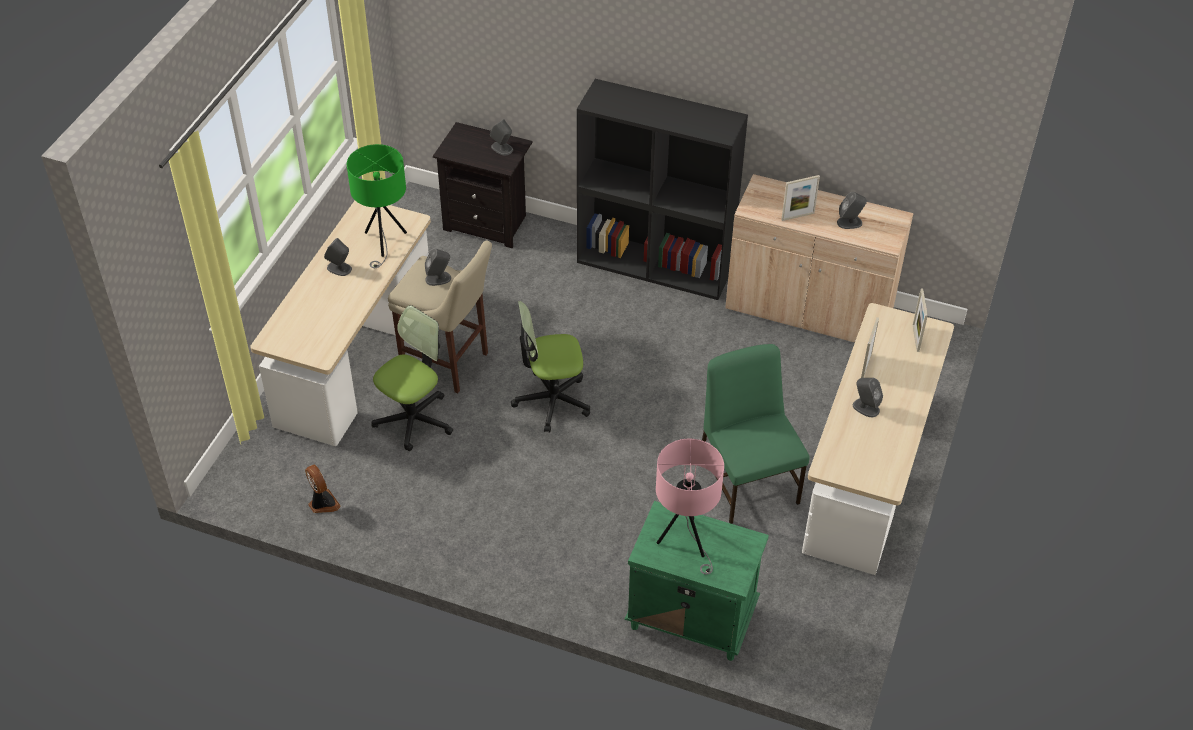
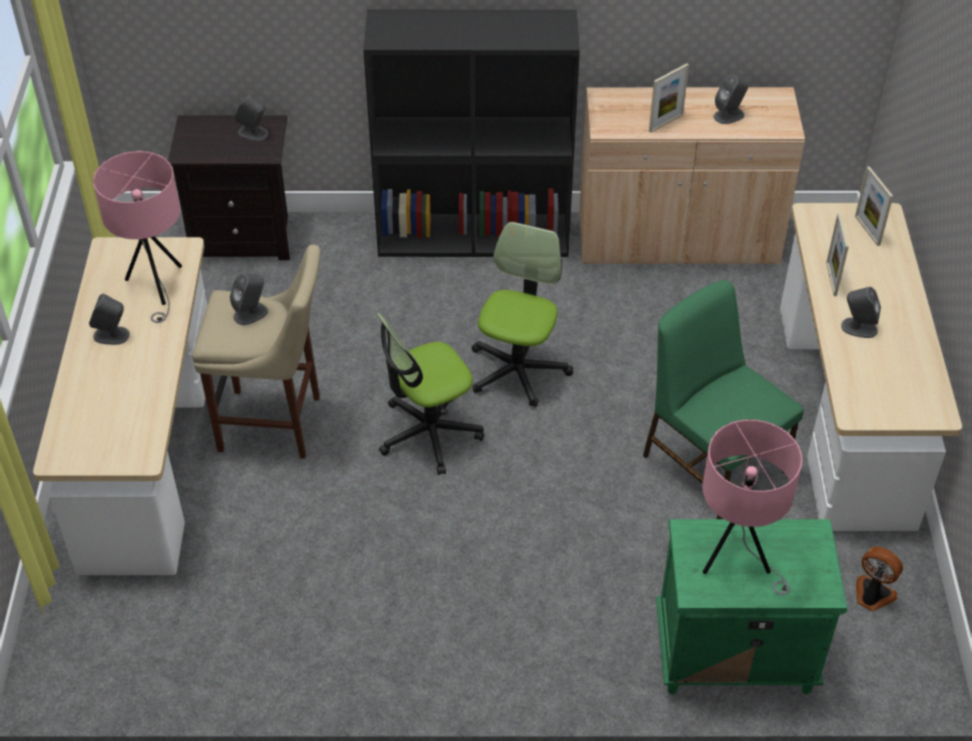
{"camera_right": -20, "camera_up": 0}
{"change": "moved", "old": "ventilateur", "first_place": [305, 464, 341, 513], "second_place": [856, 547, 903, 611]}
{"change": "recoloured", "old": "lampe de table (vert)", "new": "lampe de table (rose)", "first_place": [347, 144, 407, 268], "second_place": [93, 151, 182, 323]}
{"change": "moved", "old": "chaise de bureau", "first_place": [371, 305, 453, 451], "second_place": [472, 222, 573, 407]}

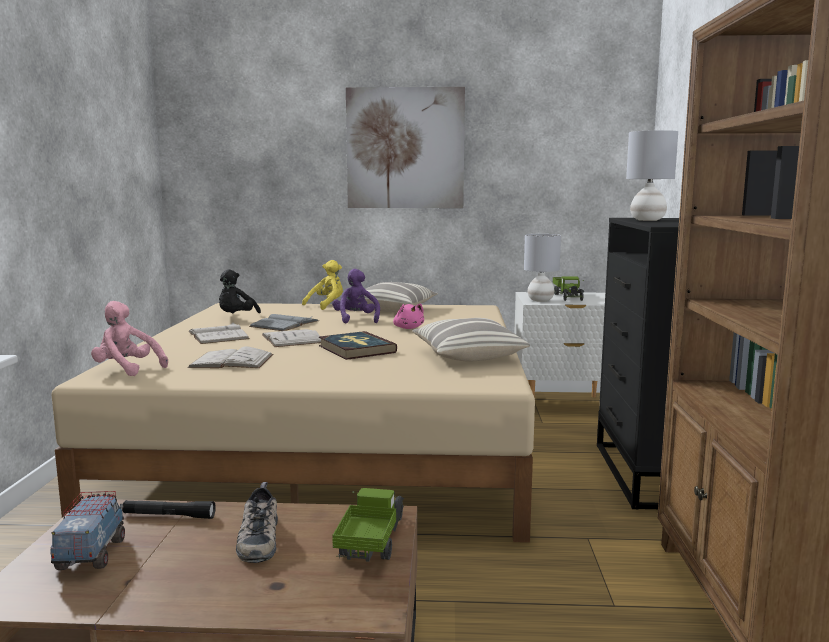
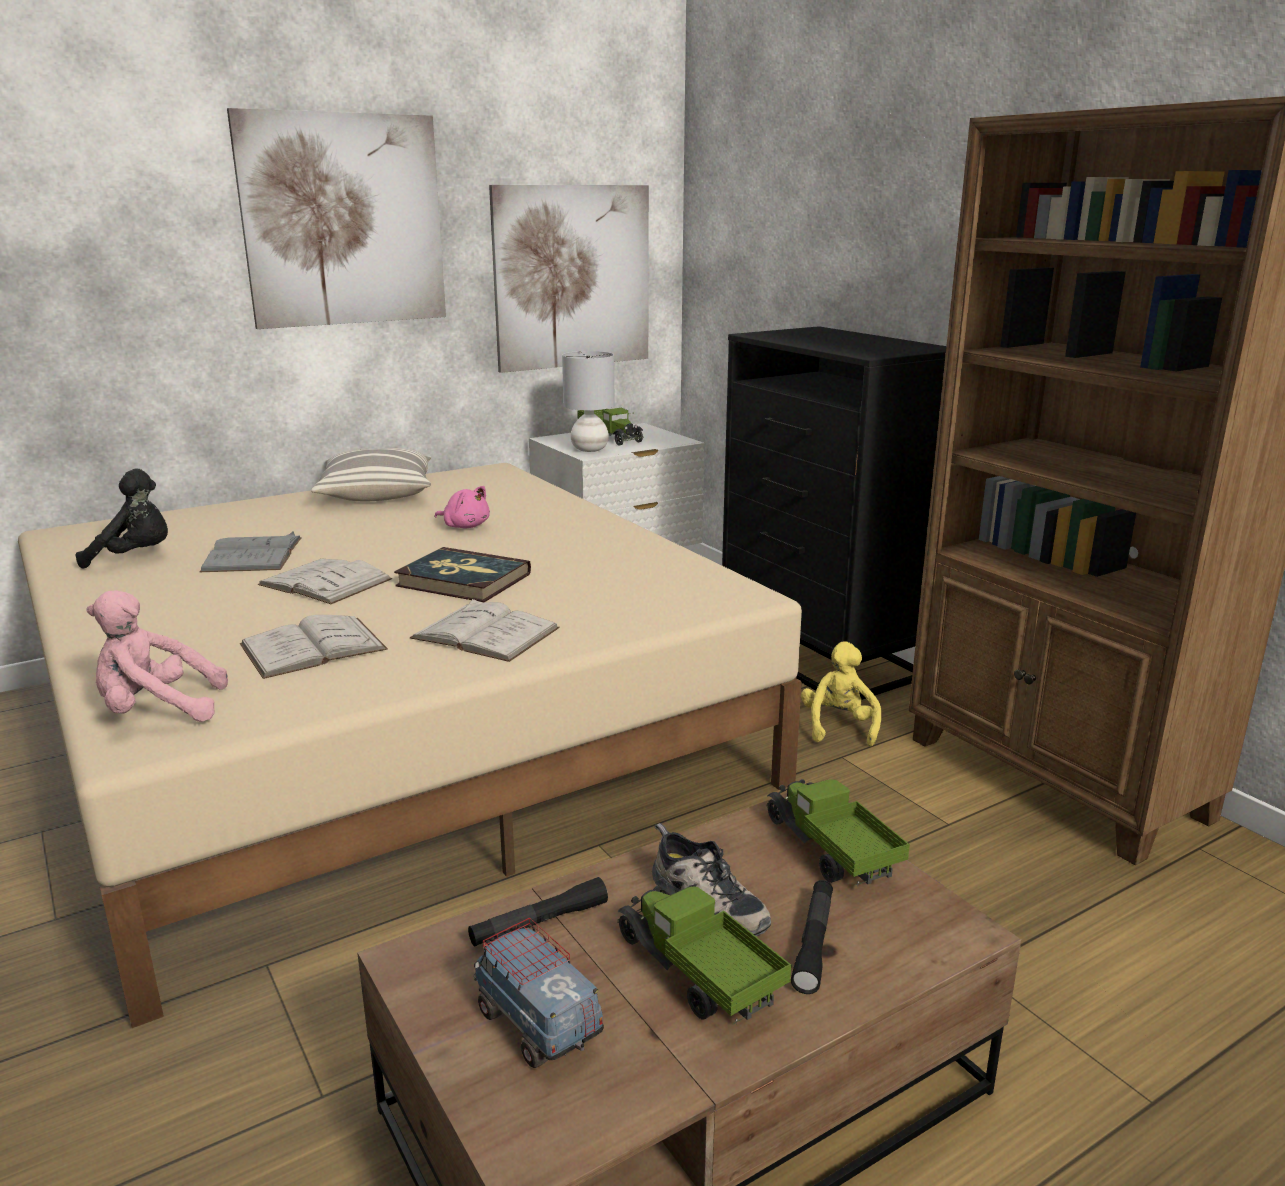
{"camera_right": -35, "camera_up": 10}
{"change": "moved", "old": "livre (blanc)", "first_place": [188, 323, 250, 344], "second_place": [410, 599, 560, 662]}
{"change": "turned", "old": "peluche (noir)", "first_place": [219, 269, 261, 313], "second_place": [75, 469, 168, 569], "degrees": -75}
{"change": "moved", "old": "peluche (jaune)", "first_place": [302, 260, 343, 310], "second_place": [801, 641, 882, 746]}
{"change": "removed", "old": "peluche (violet)", "first_place": [332, 269, 380, 323]}
{"change": "removed", "old": "coussin", "first_place": [412, 318, 530, 361]}
{"change": "removed", "old": "lampe de table (gris)", "first_place": [626, 130, 678, 221]}
{"change": "added", "new": "tableau", "second_place": [489, 185, 649, 373]}
{"change": "added", "new": "camion jouet", "second_place": [618, 886, 792, 1025]}
{"change": "added", "new": "lampe de poche (noir)", "second_place": [791, 880, 833, 994]}

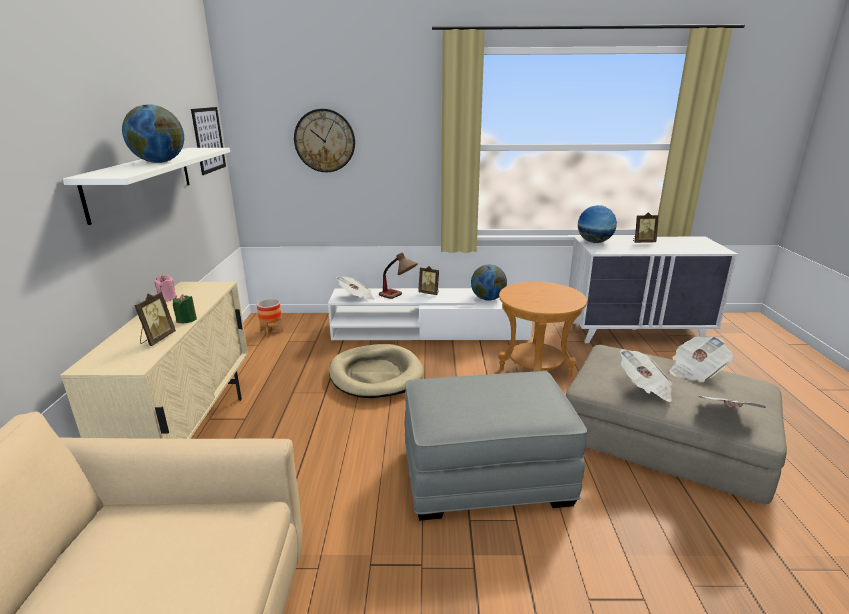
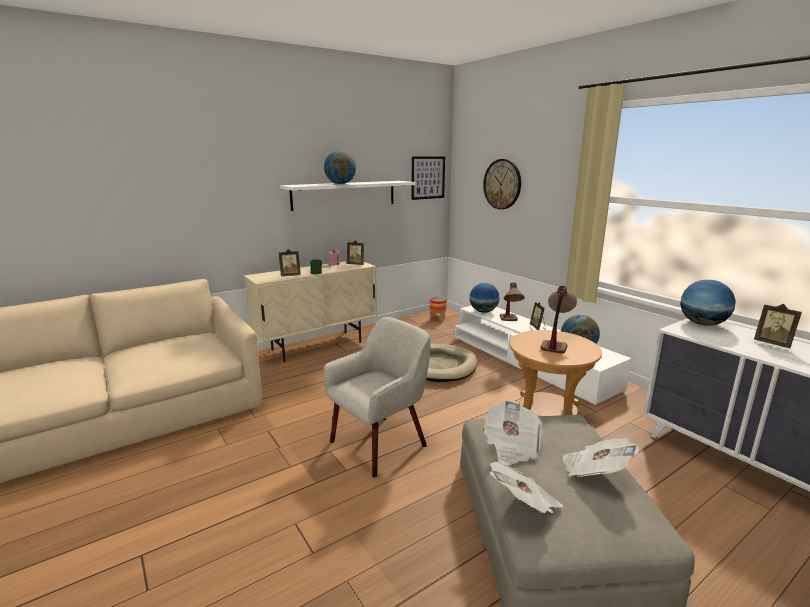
{"camera_right": 55, "camera_up": -5}
{"change": "replaced", "old": "journal", "new": "globe", "first_place": [336, 277, 374, 300], "second_place": [469, 283, 499, 313]}
{"change": "replaced", "old": "pouf (gris)", "new": "fauteuil (beige)", "first_place": [405, 371, 587, 520], "second_place": [323, 317, 431, 478]}
{"change": "added", "new": "cadre photo", "second_place": [347, 240, 364, 265]}
{"change": "added", "new": "lampe de table", "second_place": [540, 286, 577, 353]}

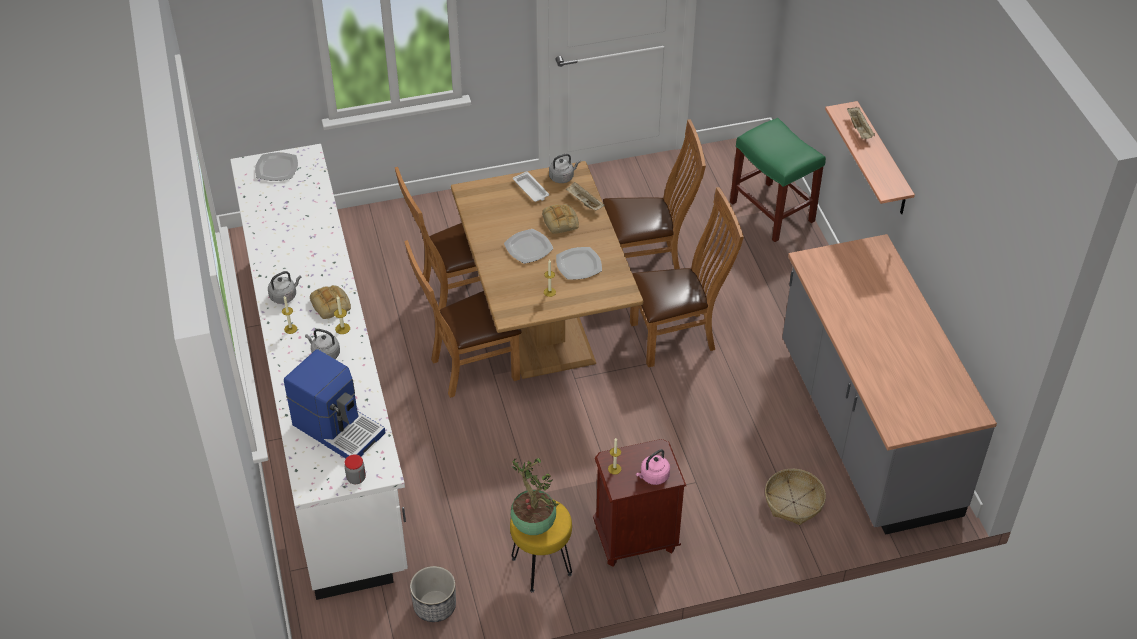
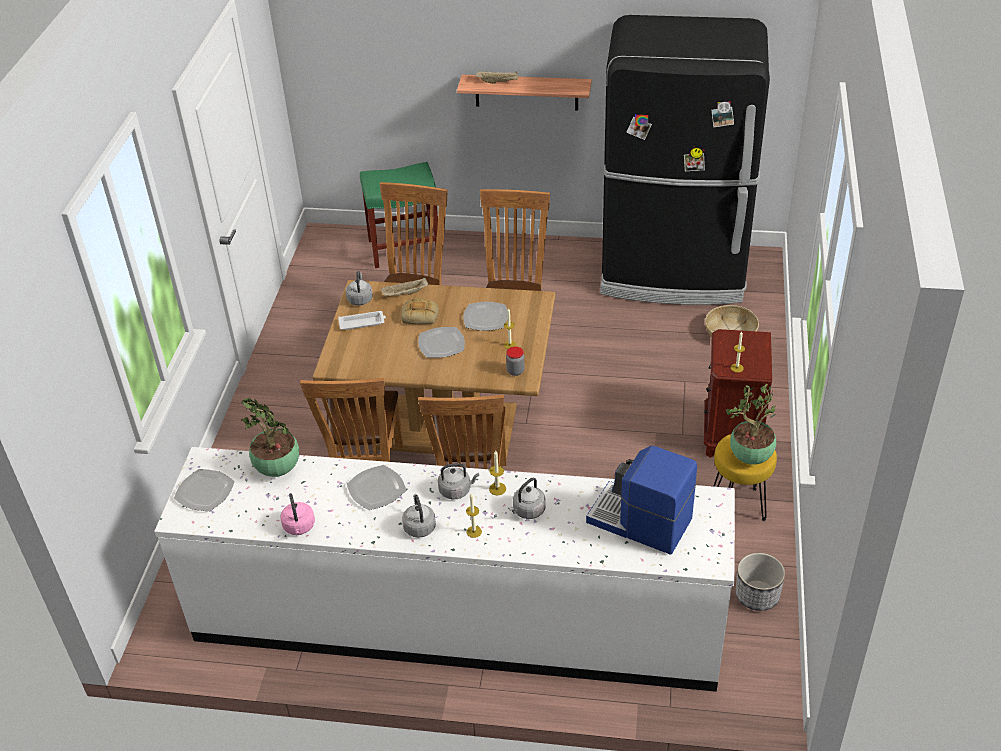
{"camera_right": -65, "camera_up": -5}
{"change": "turned", "old": "machine à café", "first_place": [284, 349, 386, 458], "second_place": [586, 445, 697, 555], "degrees": -120}
{"change": "replaced", "old": "pain", "new": "bouilloire (gris)", "first_place": [310, 285, 351, 319], "second_place": [438, 463, 479, 499]}
{"change": "moved", "old": "bocal", "first_place": [344, 454, 366, 484], "second_place": [506, 347, 525, 376]}
{"change": "moved", "old": "bouilloire (rose)", "first_place": [636, 449, 670, 485], "second_place": [281, 493, 315, 535]}
{"change": "replaced", "old": "comptoir de cuisine (gris)", "new": "réfrigérateur (noir)", "first_place": [782, 234, 997, 535], "second_place": [600, 15, 770, 305]}
{"change": "added", "new": "plante en pot", "second_place": [241, 398, 299, 477]}
{"change": "added", "new": "assiette", "second_place": [347, 465, 406, 510]}

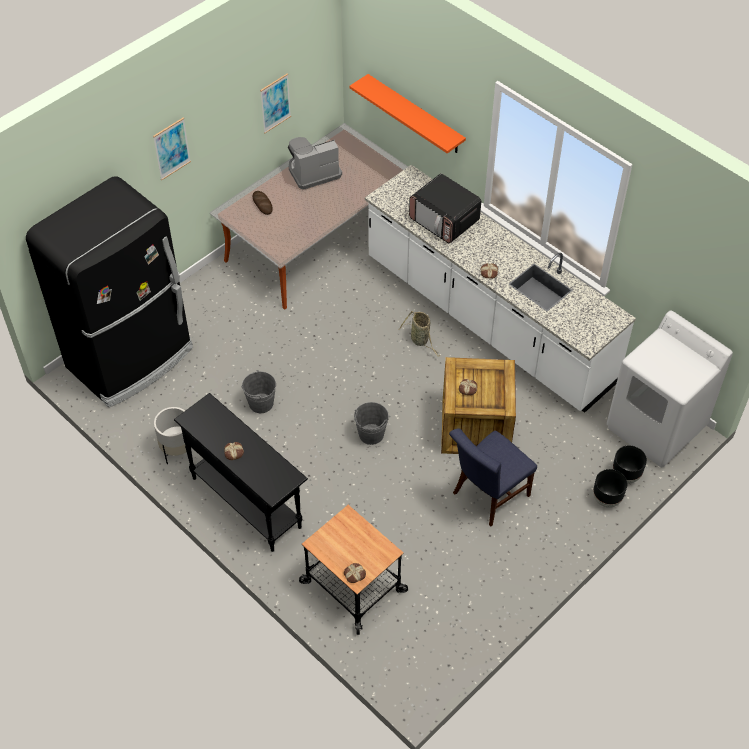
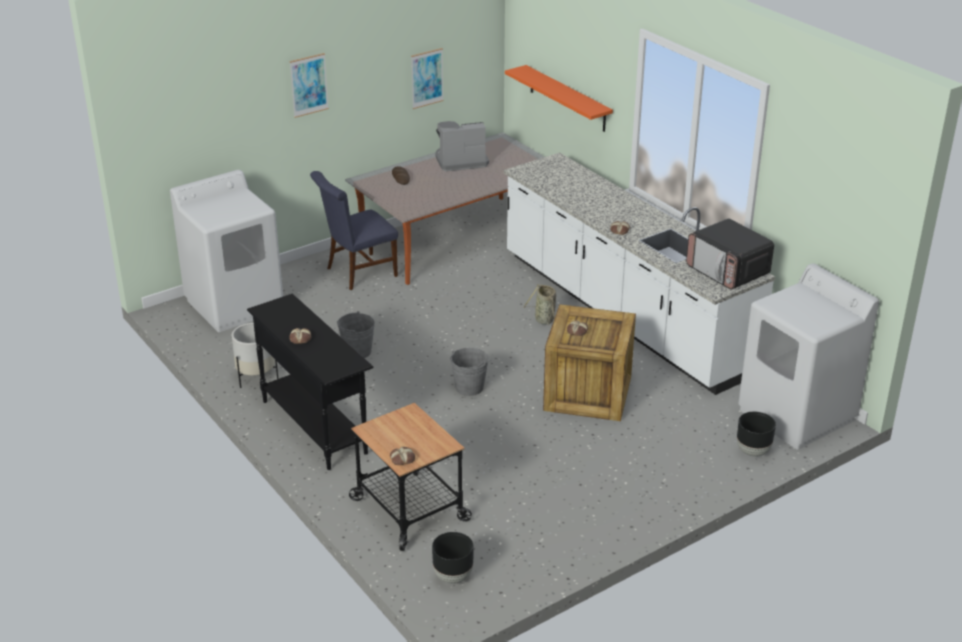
{"camera_right": 10, "camera_up": -20}
{"change": "replaced", "old": "réfrigérateur (noir)", "new": "lave-linge (blanc)", "first_place": [26, 176, 193, 407], "second_place": [170, 170, 283, 332]}
{"change": "moved", "old": "micro-ondes", "first_place": [409, 173, 481, 243], "second_place": [686, 218, 774, 290]}
{"change": "moved", "old": "chaise (bleu)", "first_place": [449, 428, 537, 527], "second_place": [310, 171, 398, 290]}
{"change": "moved", "old": "cache-pot (noir)", "first_place": [593, 469, 627, 508], "second_place": [432, 532, 474, 584]}

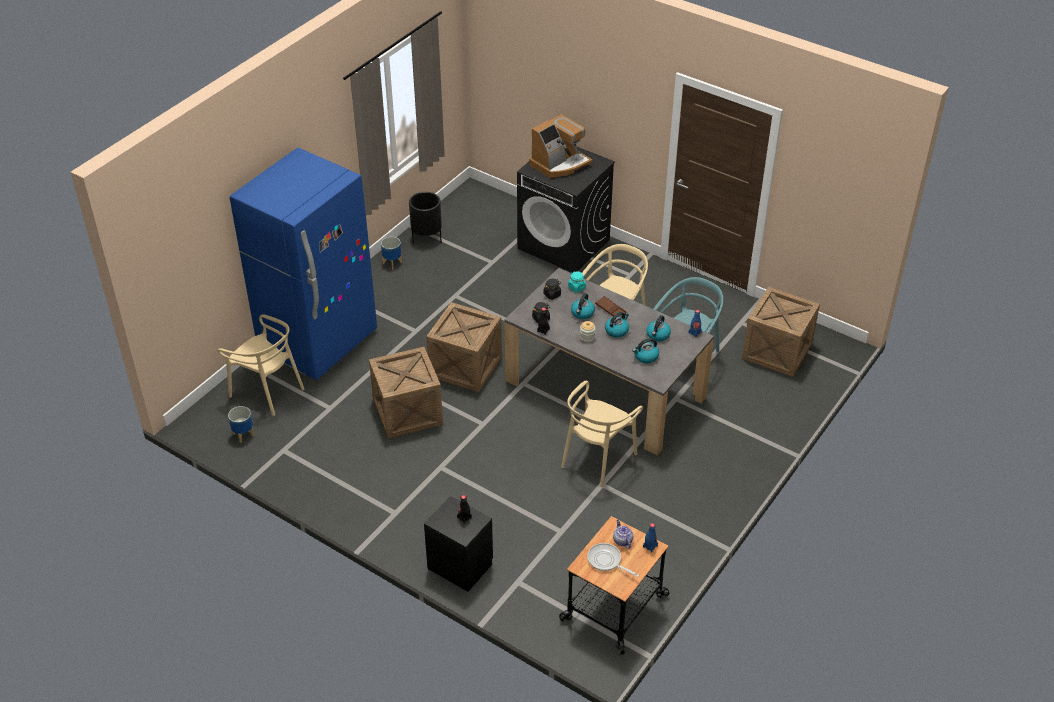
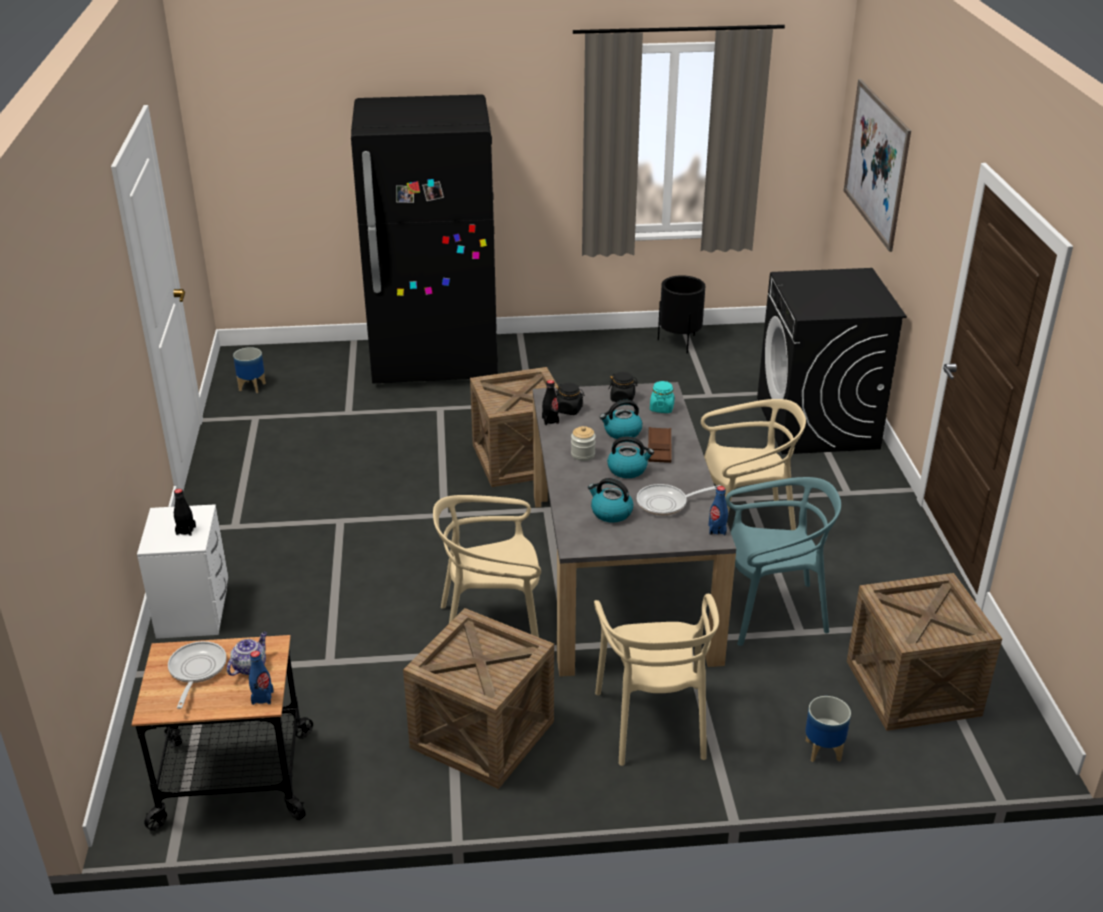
{"camera_right": 50, "camera_up": -10}
{"change": "moved", "old": "chaise (beige)", "first_place": [217, 314, 304, 416], "second_place": [594, 594, 719, 766]}
{"change": "recoloured", "old": "réfrigérateur (bleu)", "new": "réfrigérateur (noir)", "first_place": [230, 148, 377, 380], "second_place": [351, 94, 498, 383]}
{"change": "moved", "old": "caisse", "first_place": [369, 347, 443, 438], "second_place": [403, 608, 554, 789]}
{"change": "moved", "old": "cache-pot", "first_place": [381, 237, 402, 269], "second_place": [805, 696, 851, 762]}
{"change": "recoloured", "old": "table de chevet (noir)", "new": "table de chevet (blanc)", "first_place": [424, 496, 493, 592], "second_place": [137, 504, 228, 639]}
{"change": "removed", "old": "machine à café", "first_place": [529, 114, 592, 178]}
{"change": "replaced", "old": "bouilloire", "new": "poêle", "first_place": [646, 315, 671, 342], "second_place": [637, 484, 721, 516]}
{"change": "added", "new": "tableau", "second_place": [844, 79, 911, 252]}

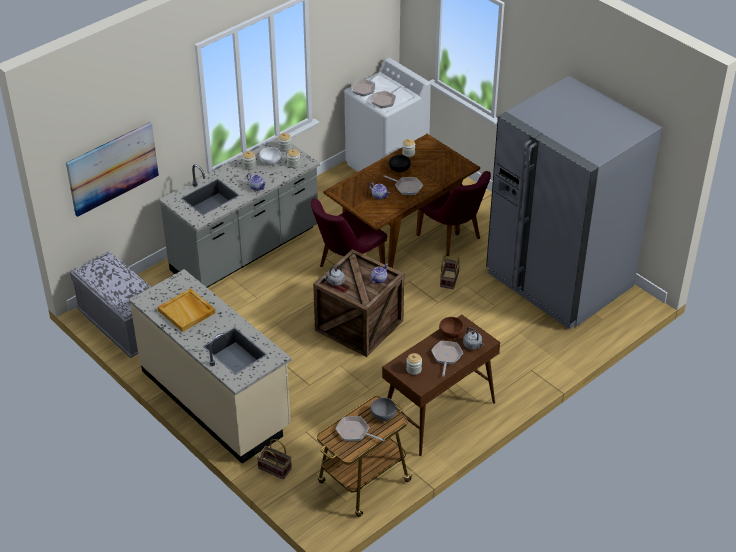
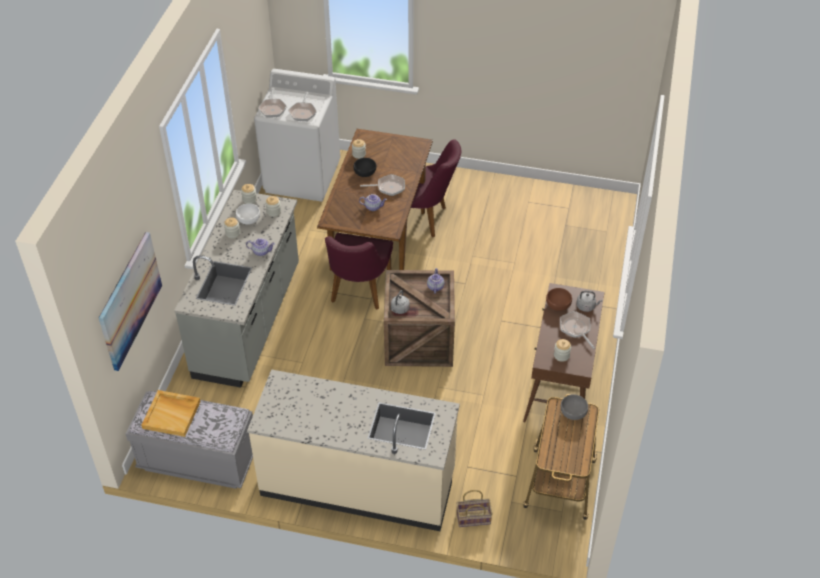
{"camera_right": -35, "camera_up": 5}
{"change": "moved", "old": "plateau (beige)", "first_place": [158, 288, 215, 332], "second_place": [141, 390, 201, 437]}
{"change": "removed", "old": "poêle", "first_place": [336, 416, 385, 441]}
{"change": "removed", "old": "panier", "first_place": [440, 254, 460, 289]}
{"change": "removed", "old": "réfrigérateur (gris)", "first_place": [486, 76, 662, 329]}

